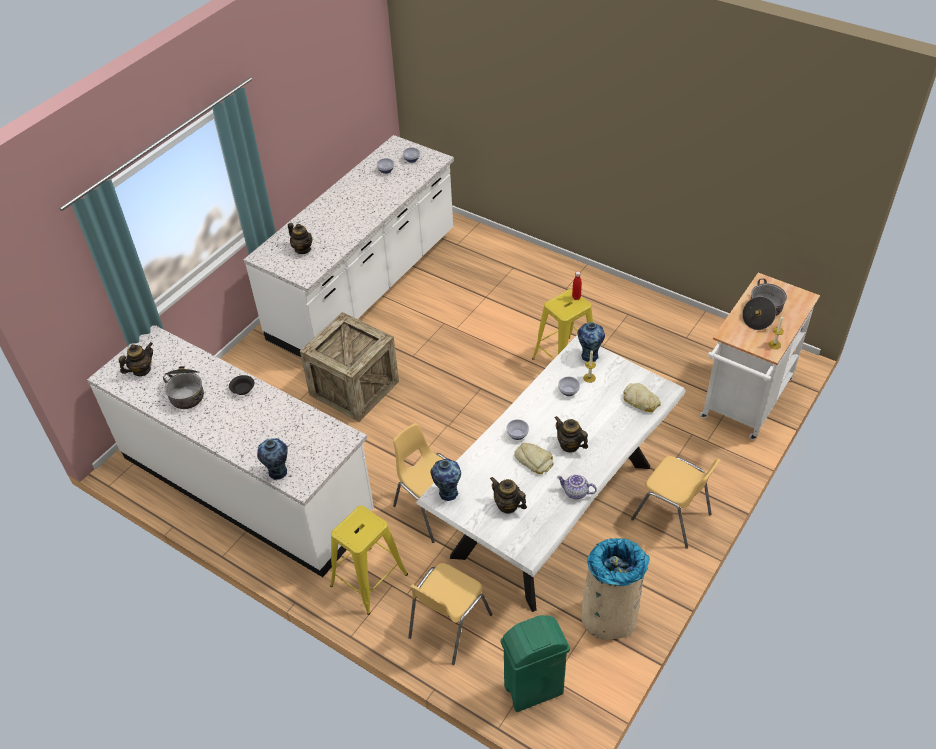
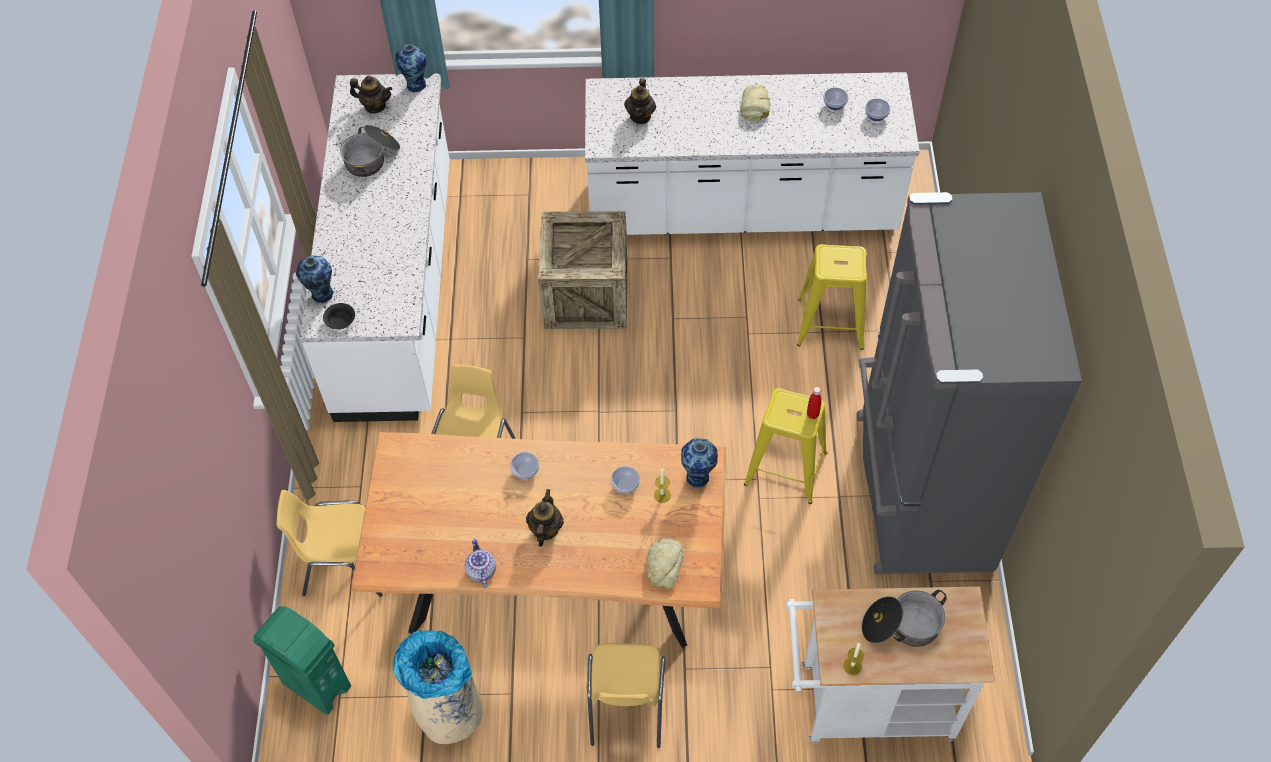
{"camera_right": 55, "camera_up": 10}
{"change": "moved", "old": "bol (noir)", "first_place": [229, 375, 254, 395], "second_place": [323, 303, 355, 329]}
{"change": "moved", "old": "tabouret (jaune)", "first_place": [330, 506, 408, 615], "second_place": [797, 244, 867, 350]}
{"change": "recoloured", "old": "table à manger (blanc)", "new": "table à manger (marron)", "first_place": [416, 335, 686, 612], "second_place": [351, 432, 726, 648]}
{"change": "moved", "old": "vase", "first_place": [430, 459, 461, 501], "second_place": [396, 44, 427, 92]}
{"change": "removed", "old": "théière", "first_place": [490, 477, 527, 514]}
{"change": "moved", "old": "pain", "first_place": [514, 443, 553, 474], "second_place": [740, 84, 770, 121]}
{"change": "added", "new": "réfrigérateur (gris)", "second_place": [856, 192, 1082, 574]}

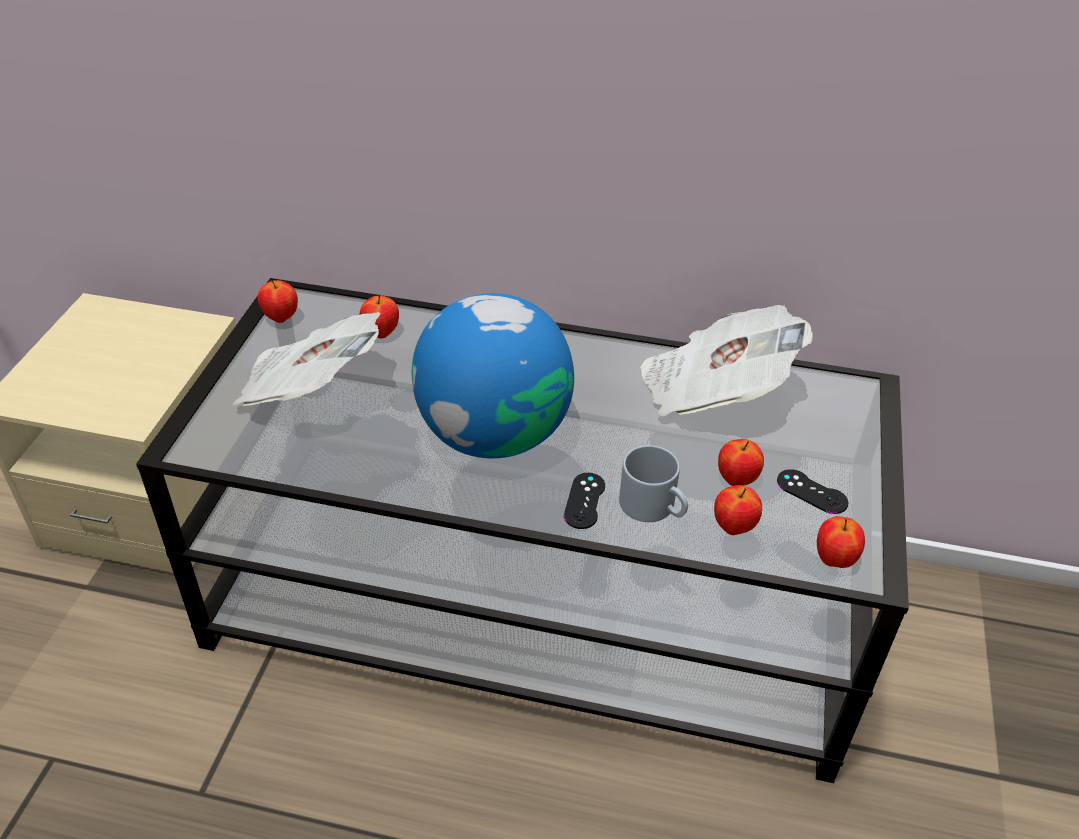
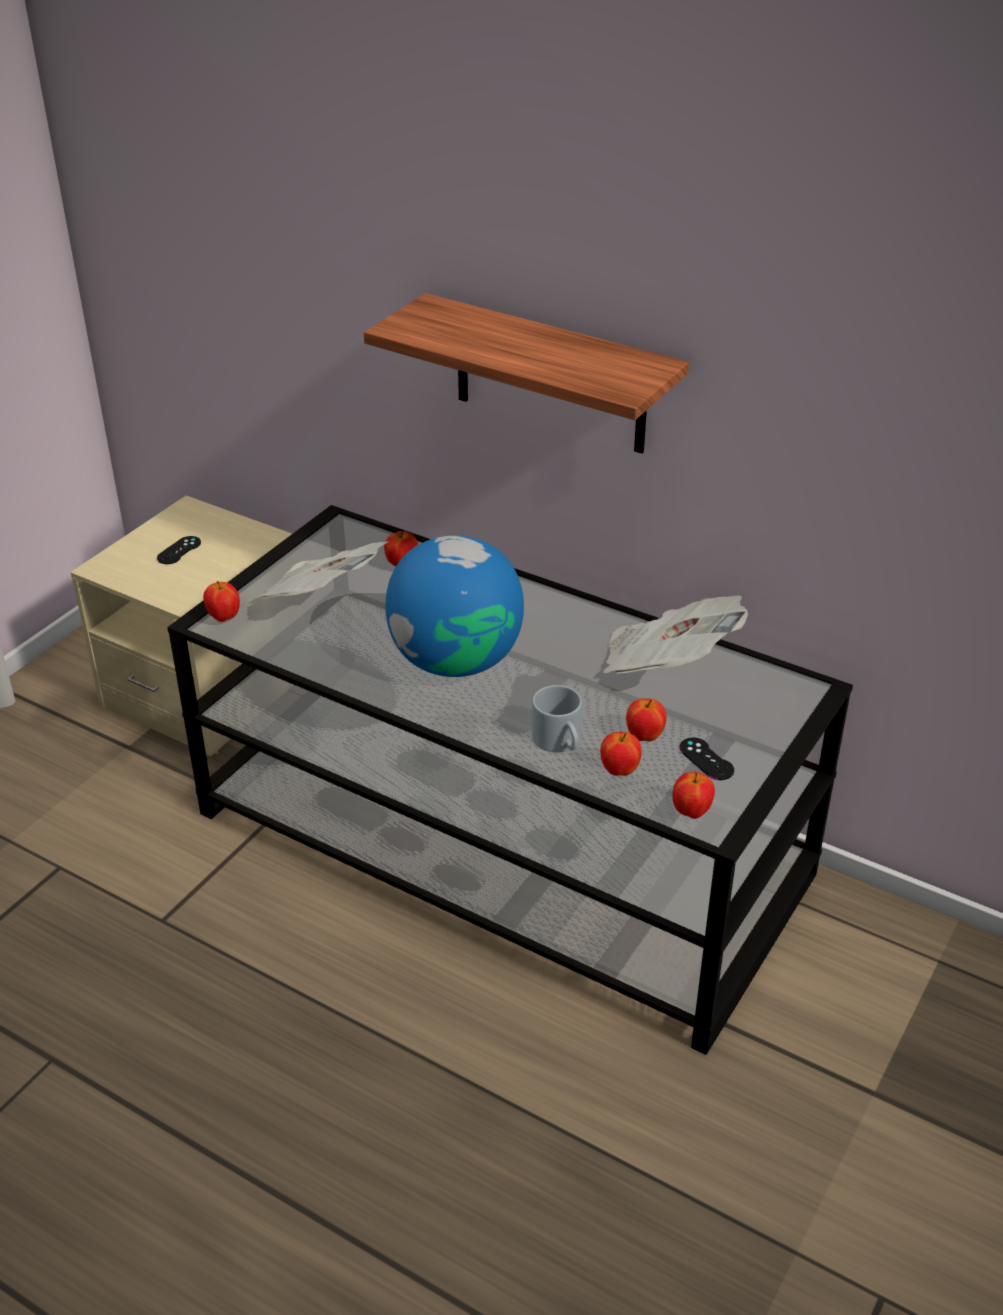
{"camera_right": 20, "camera_up": -5}
{"change": "moved", "old": "pomme", "first_place": [258, 280, 298, 323], "second_place": [203, 581, 240, 622]}
{"change": "moved", "old": "manette (noir)", "first_place": [564, 473, 605, 529], "second_place": [157, 536, 201, 564]}
{"change": "added", "new": "étagère", "second_place": [364, 293, 689, 453]}

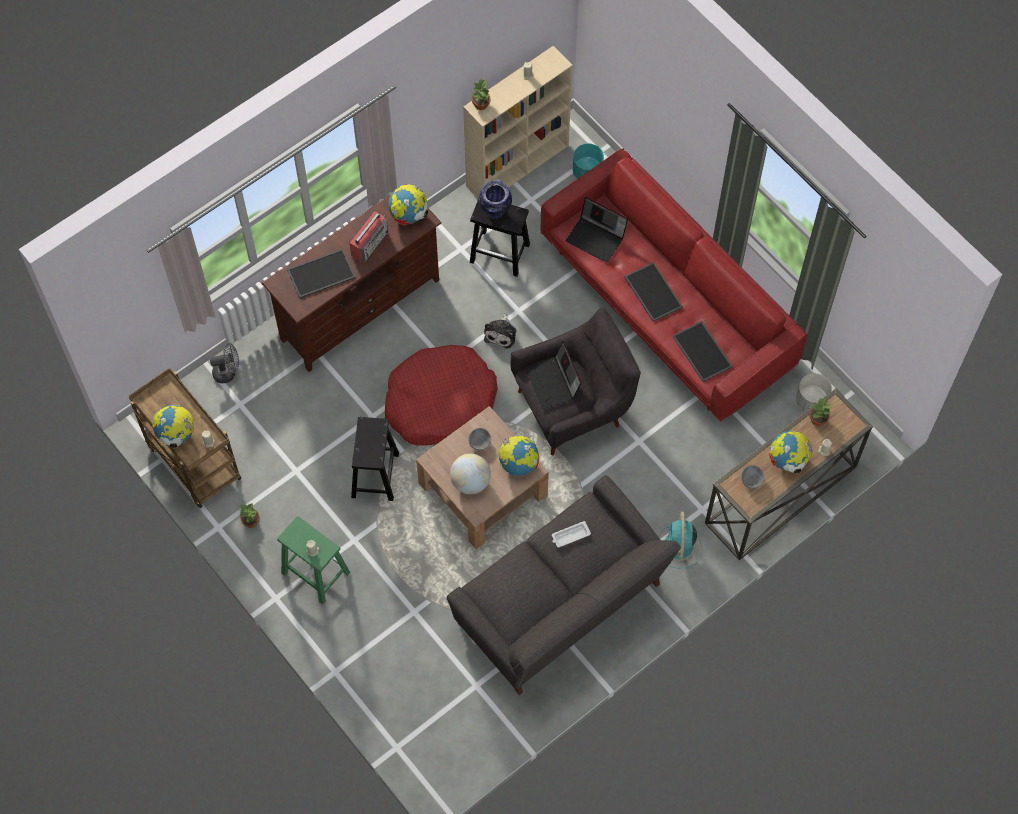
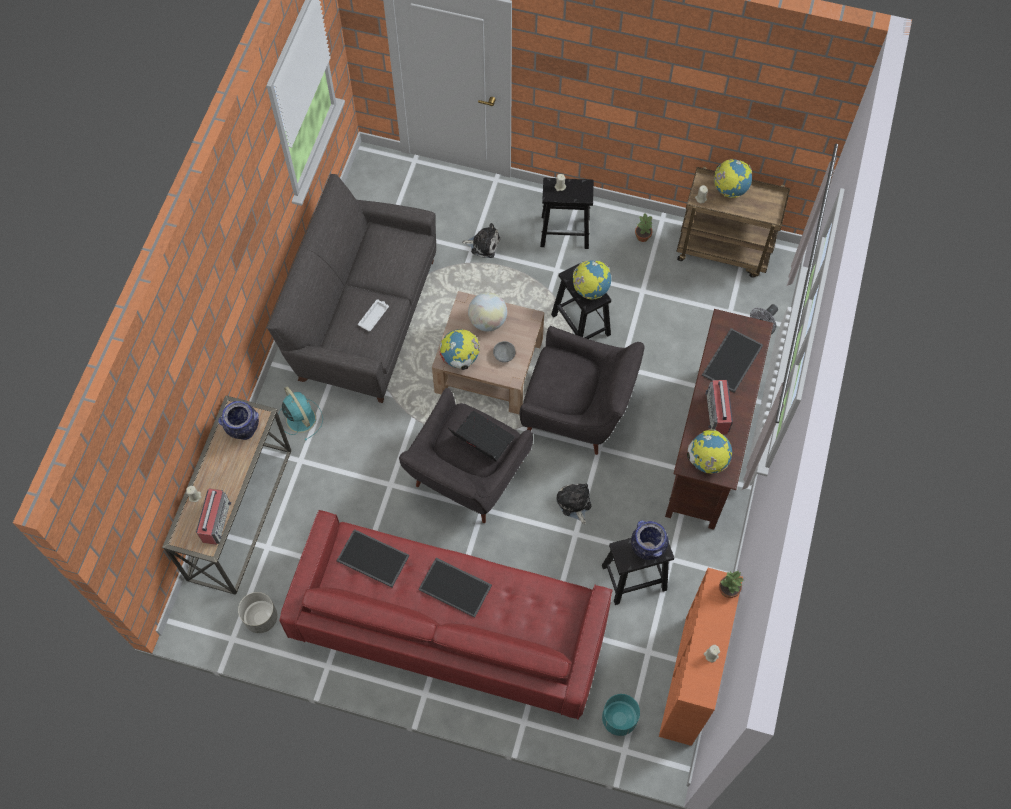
{"camera_right": 145, "camera_up": 0}
{"change": "recoloured", "old": "tabouret (vert)", "new": "tabouret (noir)", "first_place": [277, 516, 351, 605], "second_place": [540, 178, 594, 249]}
{"change": "replaced", "old": "panier pour chien (rouge)", "new": "fauteuil (gris)", "first_place": [385, 345, 498, 446], "second_place": [519, 326, 644, 455]}
{"change": "recoloured", "old": "bibliothèque (beige)", "new": "bibliothèque (orange)", "first_place": [463, 46, 573, 199], "second_place": [659, 568, 743, 746]}
{"change": "removed", "old": "ordinateur portable", "first_place": [565, 197, 628, 262]}
{"change": "replaced", "old": "bol (gris)", "new": "vase", "first_place": [741, 465, 765, 489], "second_place": [218, 401, 259, 440]}
{"change": "moved", "old": "globe", "first_place": [769, 430, 813, 473], "second_place": [573, 260, 611, 299]}
{"change": "replaced", "old": "plante en pot", "new": "radio", "first_place": [809, 398, 831, 426], "second_place": [196, 488, 231, 545]}
{"change": "added", "new": "peluche", "second_place": [462, 223, 500, 258]}

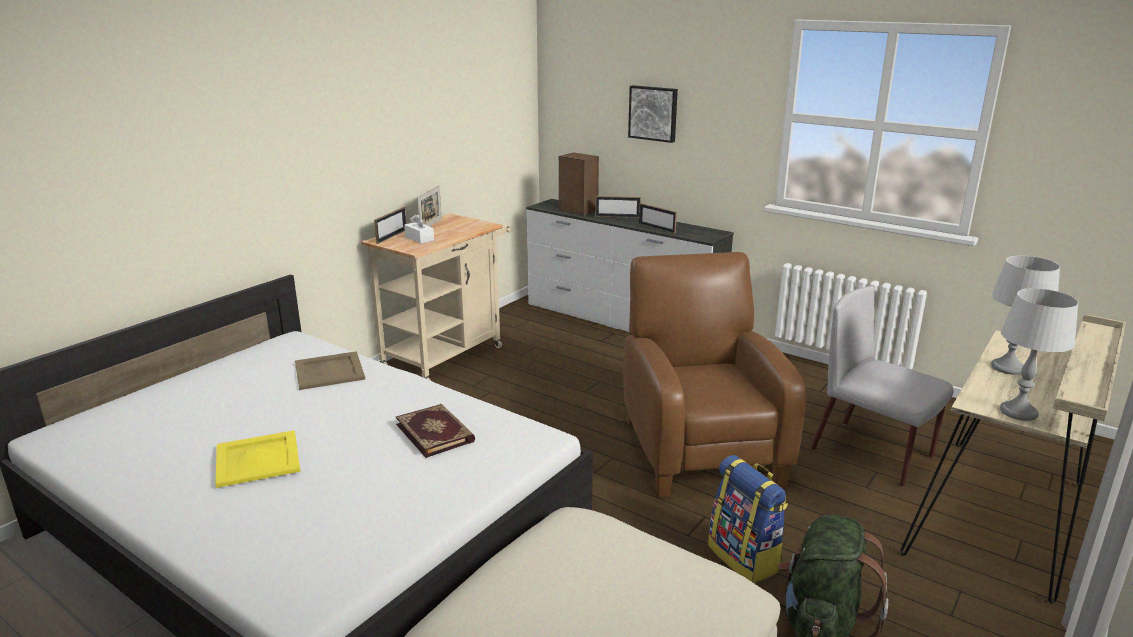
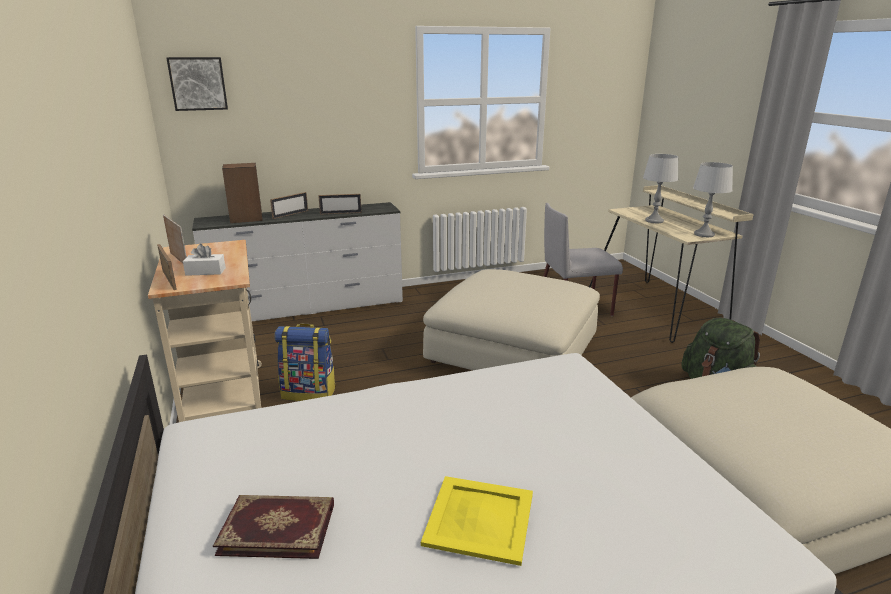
{"camera_right": -55, "camera_up": 0}
{"change": "removed", "old": "plateau (beige)", "first_place": [295, 351, 365, 390]}
{"change": "moved", "old": "livre", "first_place": [396, 404, 475, 458], "second_place": [213, 495, 334, 559]}
{"change": "replaced", "old": "fauteuil (marron)", "new": "pouf (beige)", "first_place": [623, 252, 806, 497], "second_place": [423, 269, 600, 370]}
{"change": "moved", "old": "tableau", "first_place": [628, 85, 678, 143], "second_place": [166, 57, 228, 111]}
{"change": "moved", "old": "sac à dos", "first_place": [708, 455, 788, 583], "second_place": [274, 324, 336, 401]}

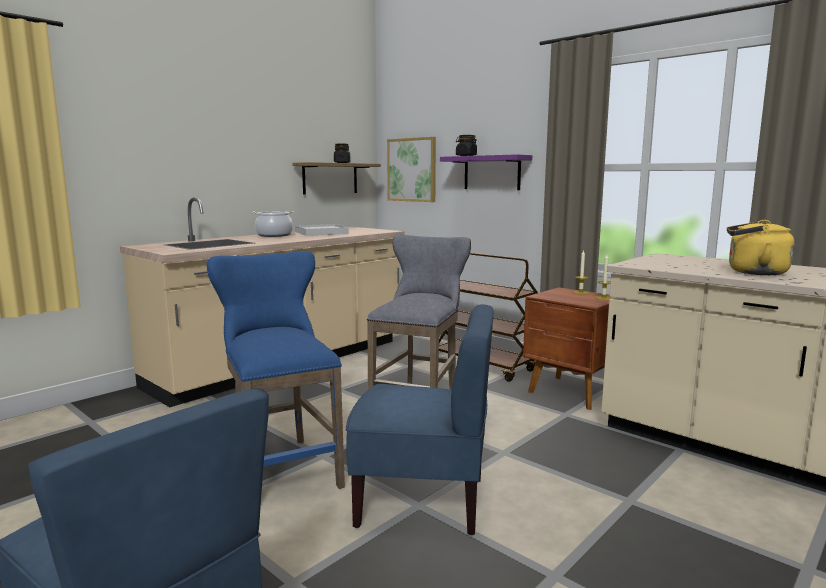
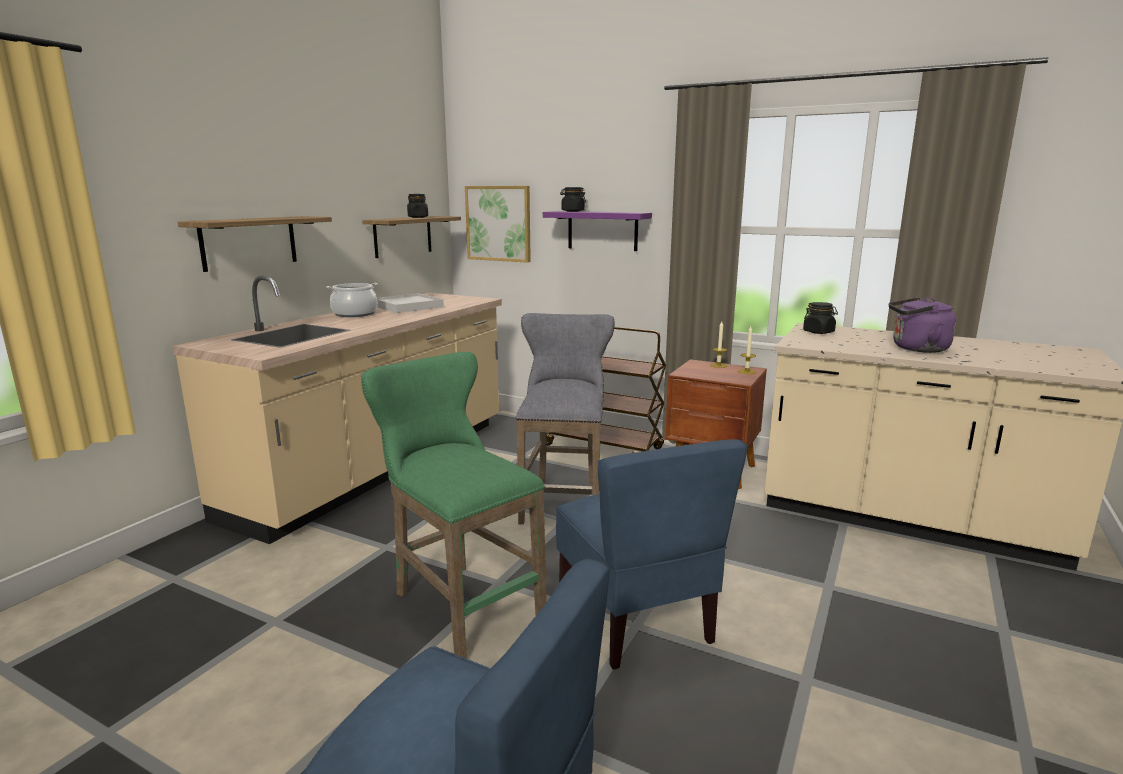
{"camera_right": -15, "camera_up": 5}
{"change": "recoloured", "old": "tabouret (bleu)", "new": "tabouret (vert)", "first_place": [207, 251, 345, 489], "second_place": [361, 352, 546, 659]}
{"change": "turned", "old": "chaise (bleu)", "first_place": [346, 304, 494, 535], "second_place": [556, 439, 748, 670], "degrees": 75}
{"change": "recoloured", "old": "bouilloire (jaune)", "new": "bouilloire (violet)", "first_place": [727, 220, 794, 275], "second_place": [889, 297, 956, 353]}
{"change": "added", "new": "étagère", "second_place": [178, 216, 332, 272]}
{"change": "added", "new": "bocal (noir)", "second_place": [803, 302, 838, 334]}

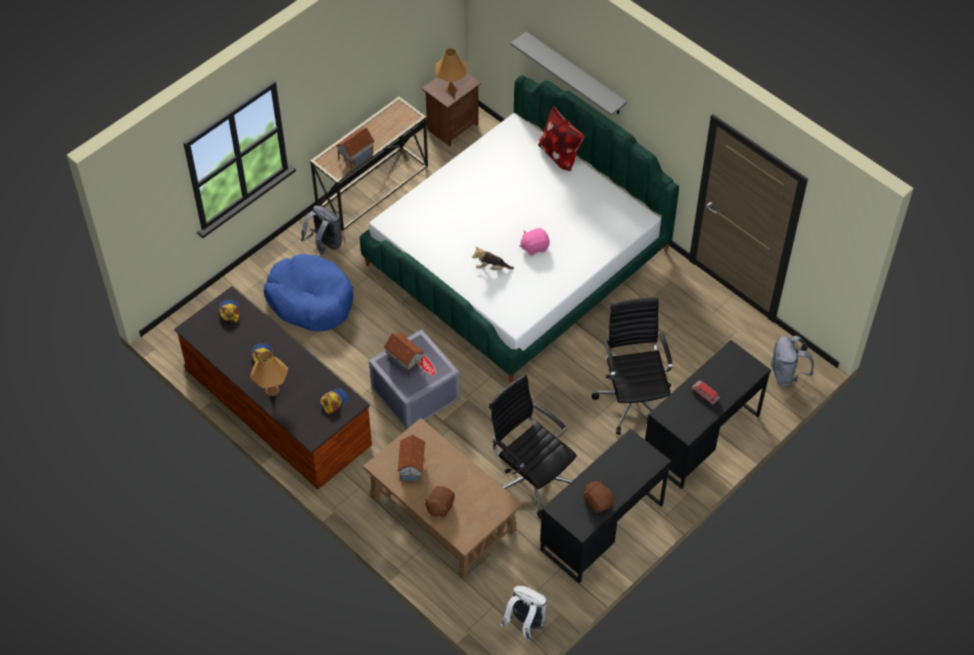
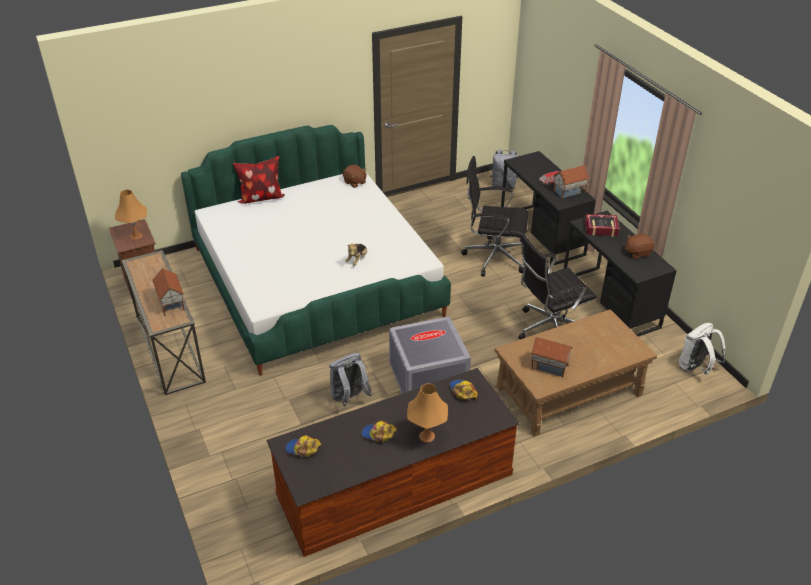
{"camera_right": -70, "camera_up": -15}
{"change": "removed", "old": "panier pour chien (bleu)", "first_place": [264, 254, 353, 332]}
{"change": "moved", "old": "sac à dos (gris)", "first_place": [301, 206, 342, 255], "second_place": [329, 353, 372, 406]}
{"change": "moved", "old": "maison miniature", "first_place": [384, 333, 425, 377], "second_place": [553, 165, 589, 198]}
{"change": "moved", "old": "peluche (marron)", "first_place": [424, 486, 455, 518], "second_place": [343, 165, 367, 188]}
{"change": "removed", "old": "étagère (gris)", "first_place": [511, 31, 627, 116]}
{"change": "removed", "old": "peluche (rose)", "first_place": [520, 228, 550, 256]}
{"change": "added", "new": "livre", "second_place": [585, 214, 620, 237]}

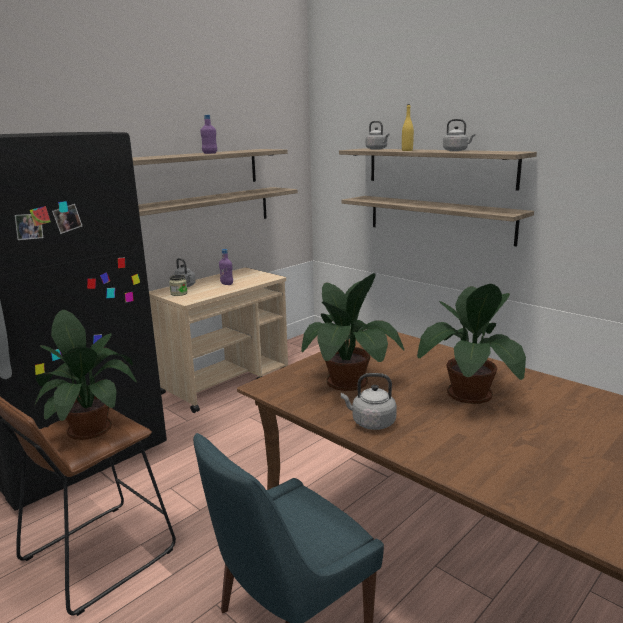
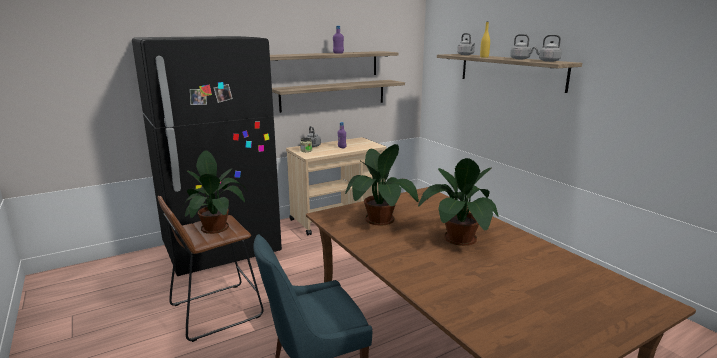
{"camera_right": 15, "camera_up": 0}
{"change": "moved", "old": "bouilloire (gris)", "first_place": [341, 373, 397, 430], "second_place": [534, 35, 562, 62]}
{"change": "removed", "old": "étagère", "first_place": [342, 196, 534, 246]}

